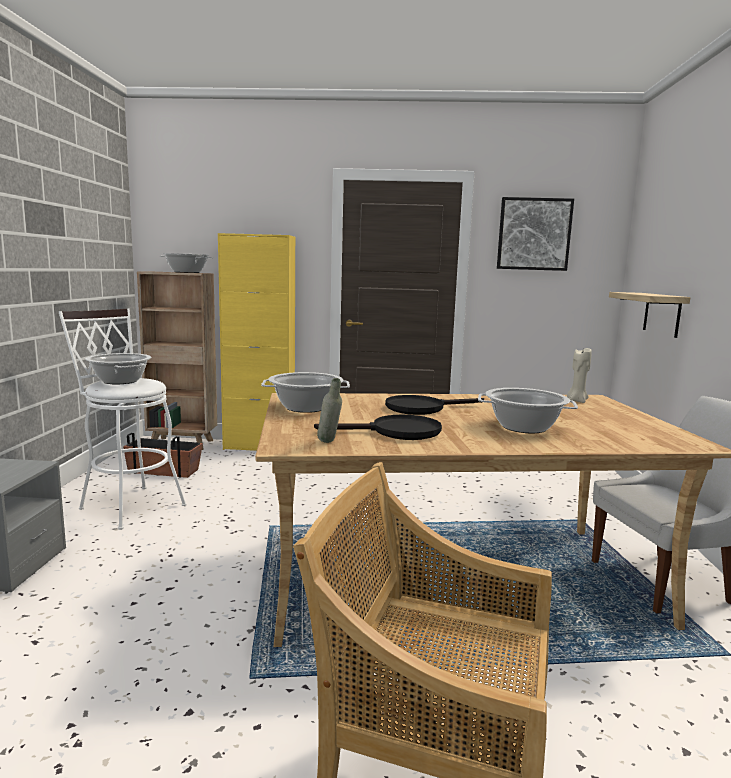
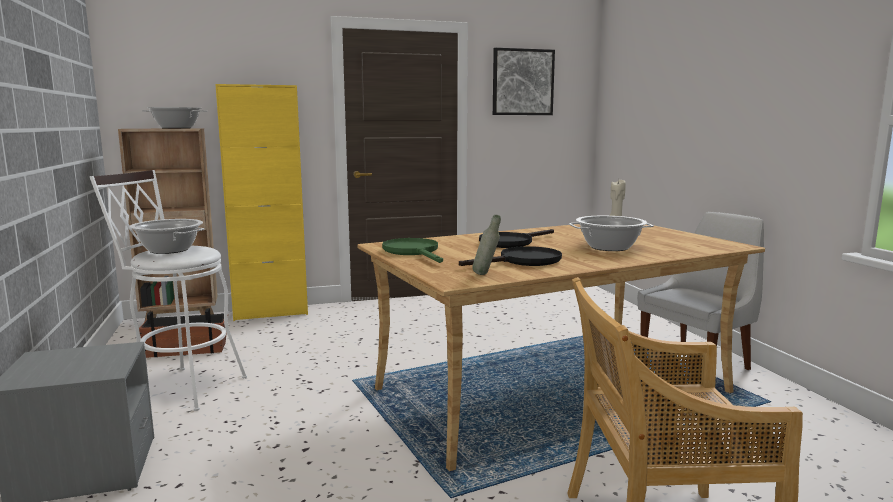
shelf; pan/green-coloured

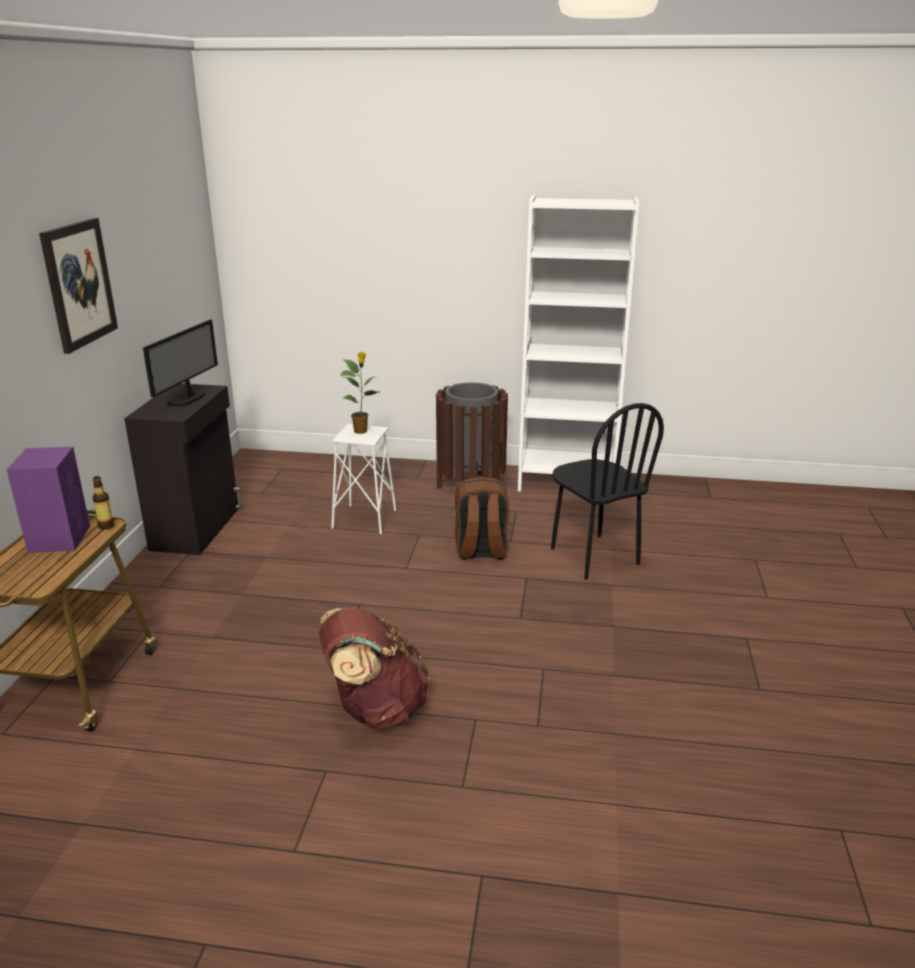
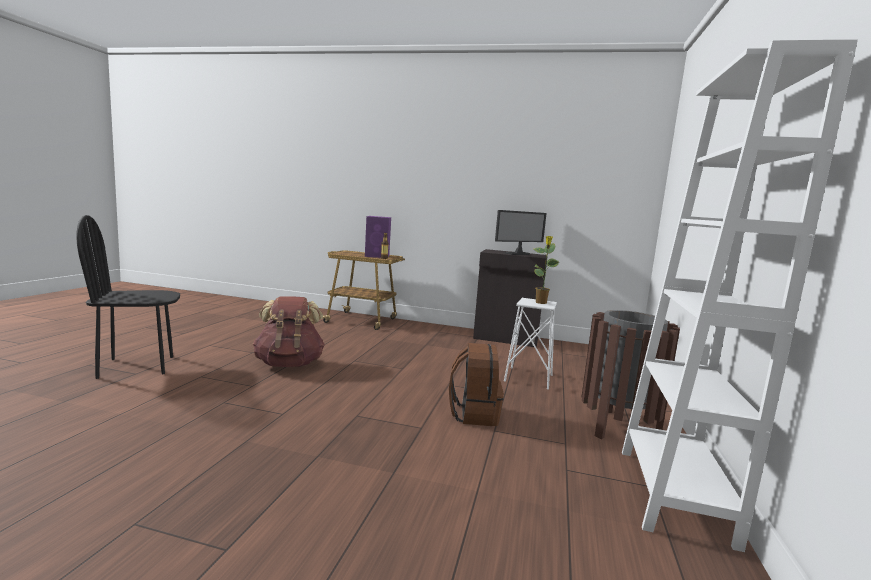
wall picture; computer display; chair/blackish

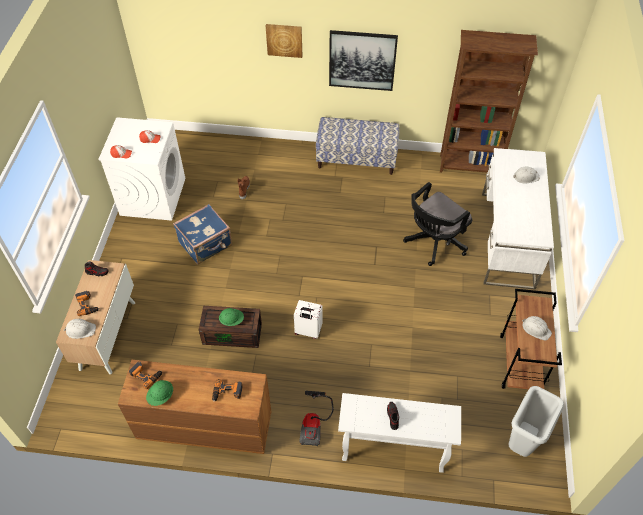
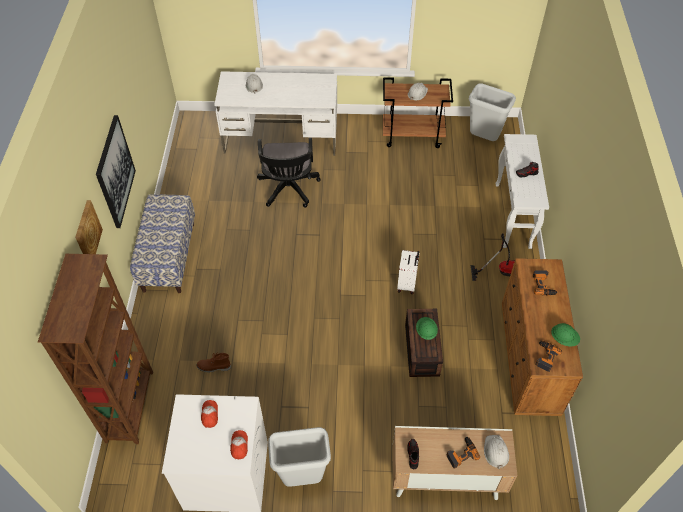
shelving unit/brownish; computer chair/blackish; piece of luggage/blue; rubbish bin/greyish (no. 1 from left)

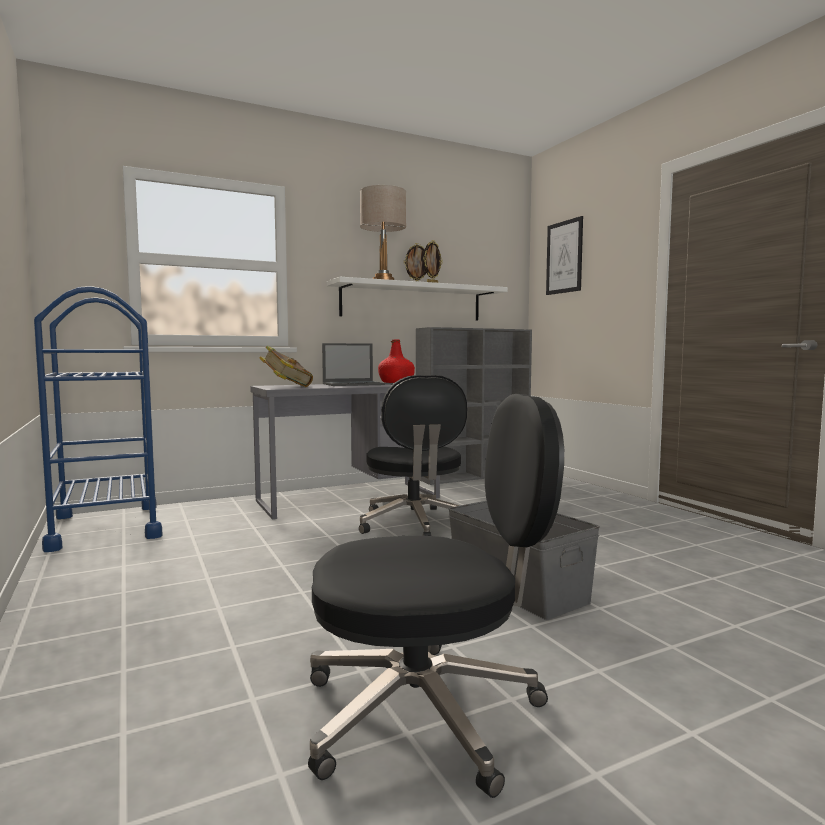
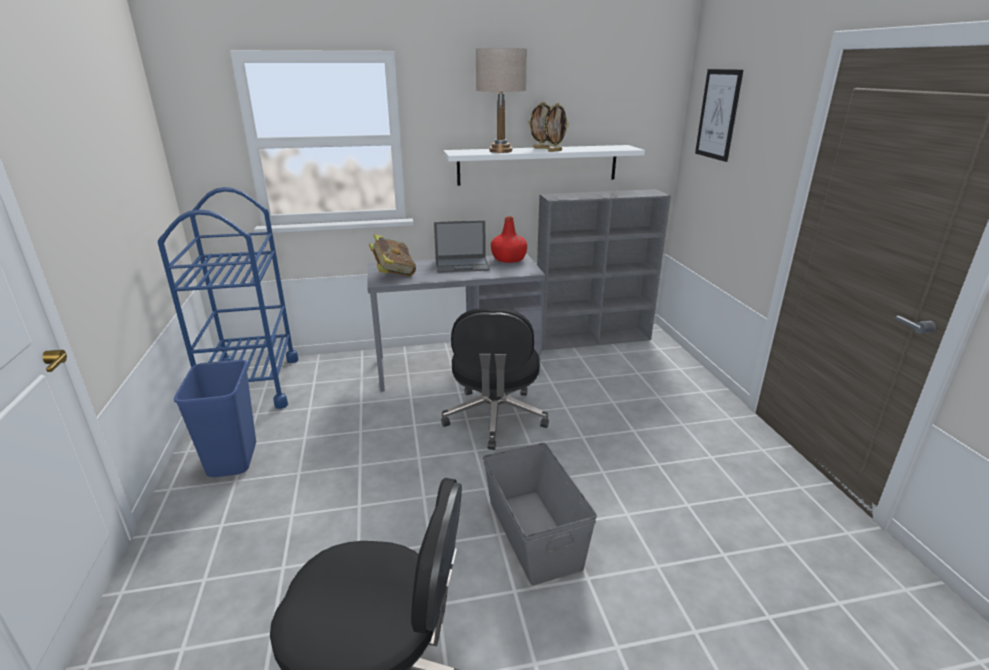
rubbish bin/blue

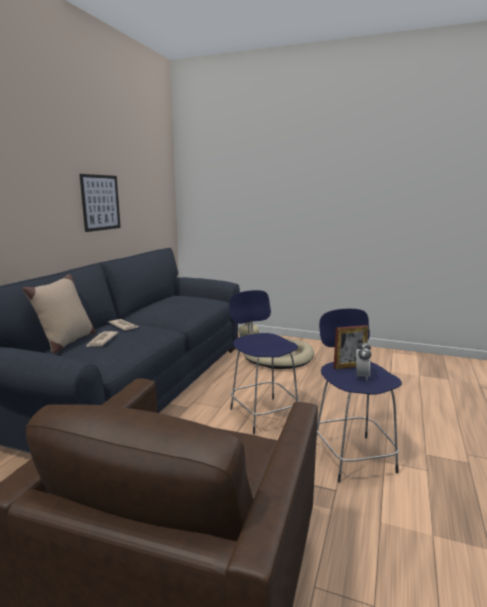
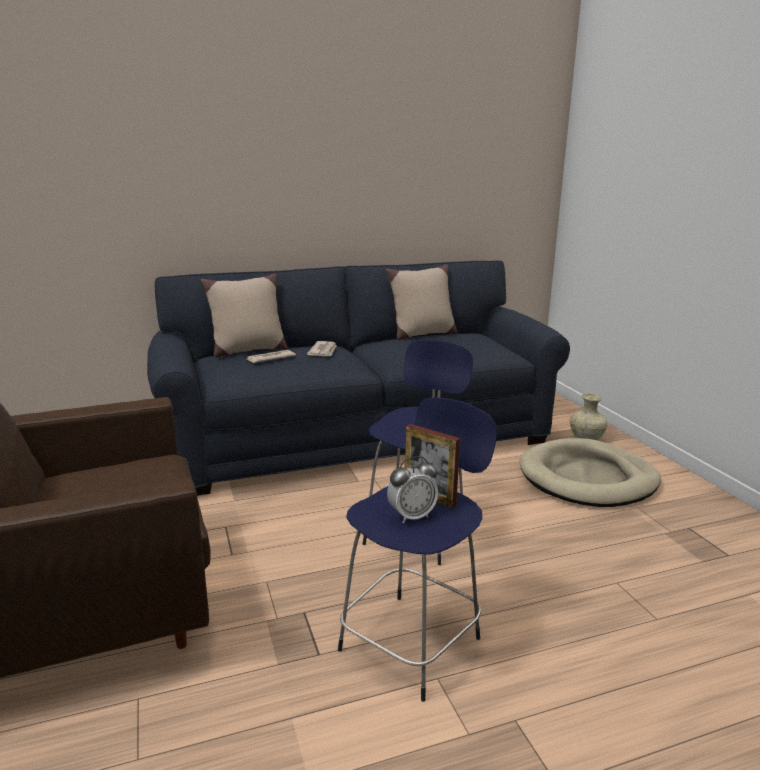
wall picture; throw pillow/beige (no. 2 from left)

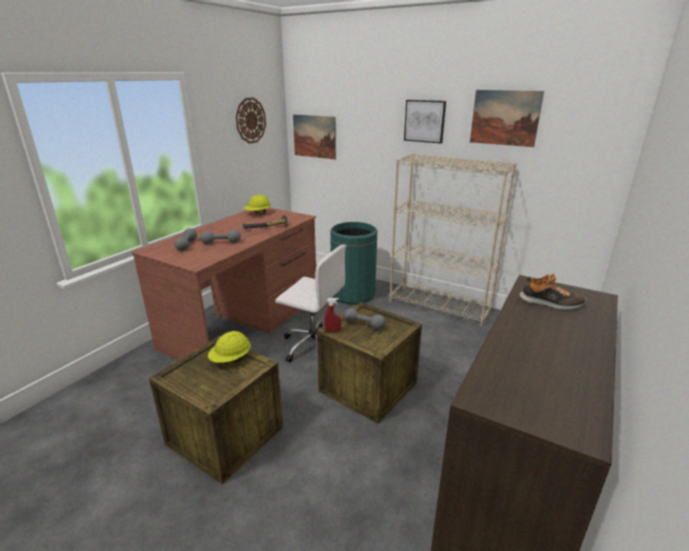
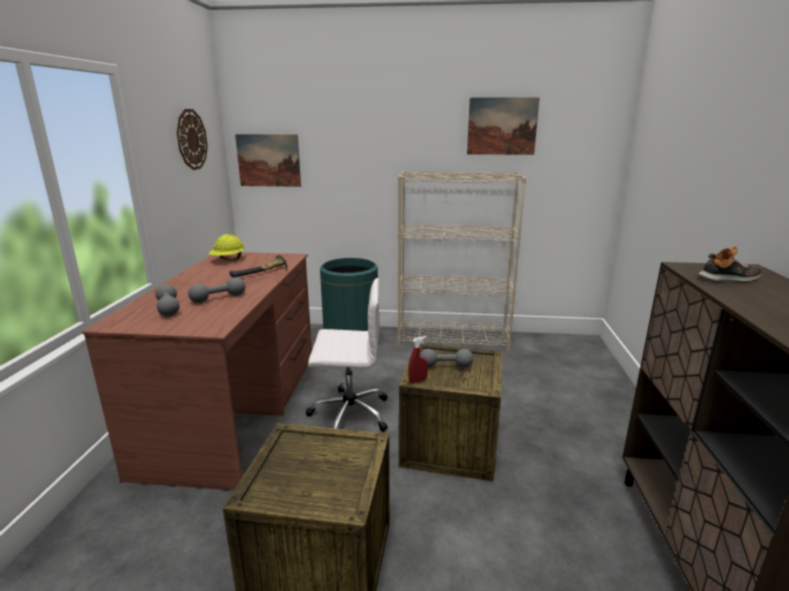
wall picture (no. 2 from left in the first image); safety helmet/yellow-coloured (no. 1 from left in the first image)

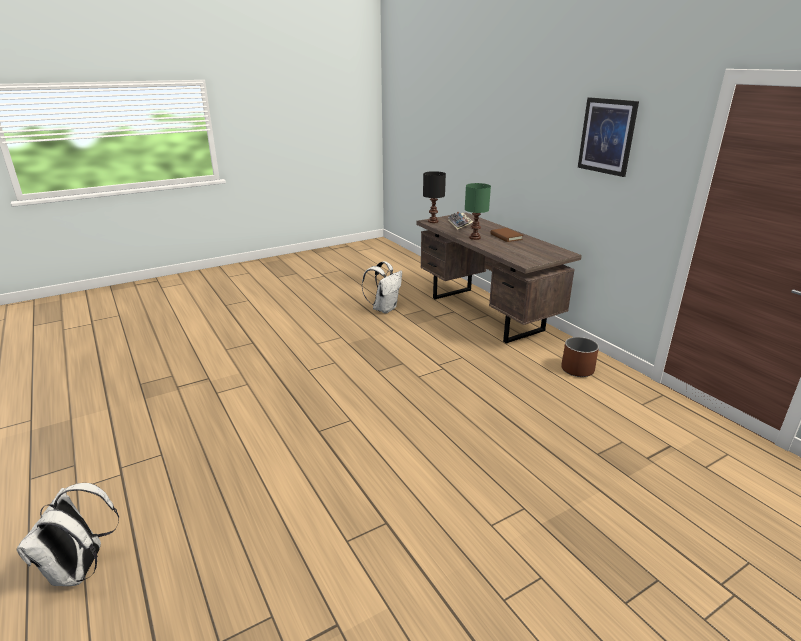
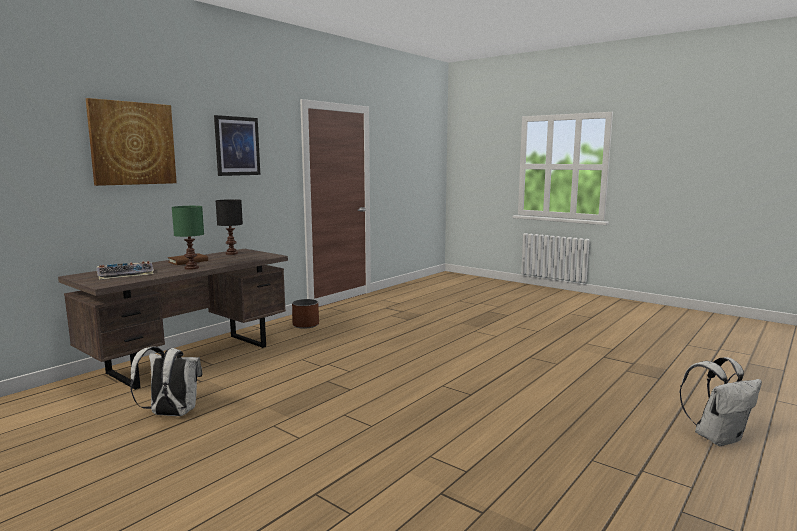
tabletop lamp/blackish; wall picture (no. 1 from left)

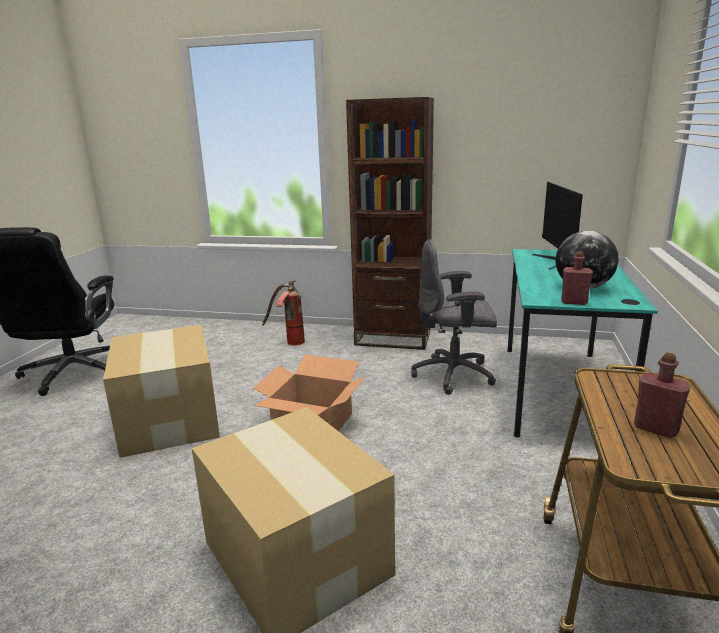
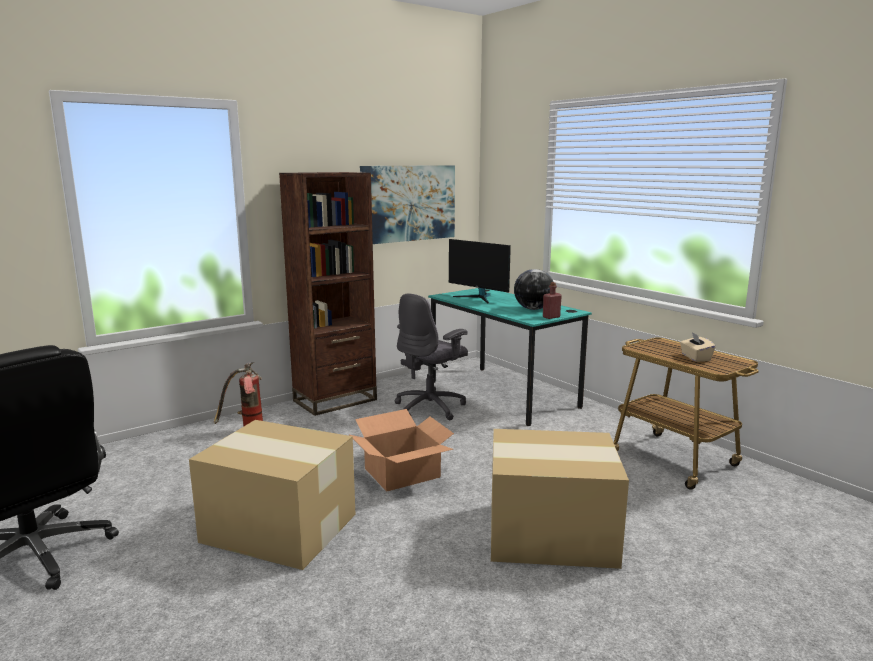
tissue box/beige; wall picture

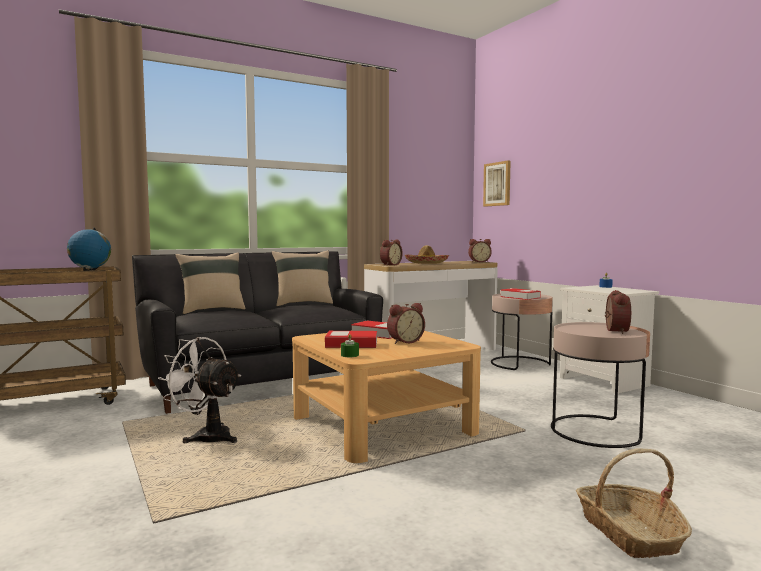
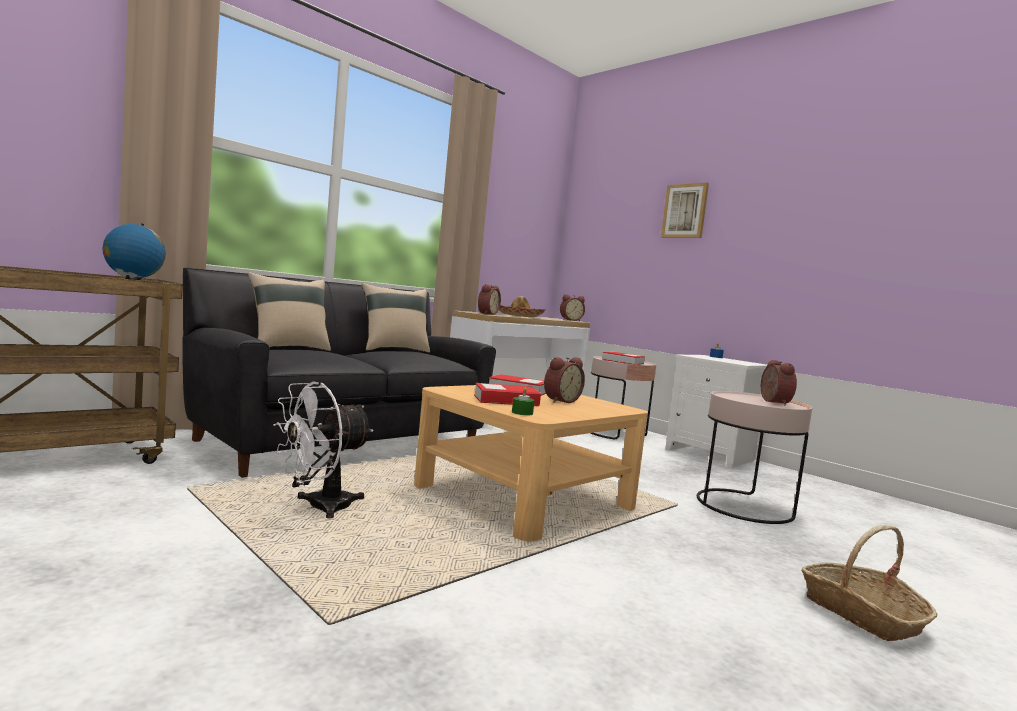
wall picture; fan/white

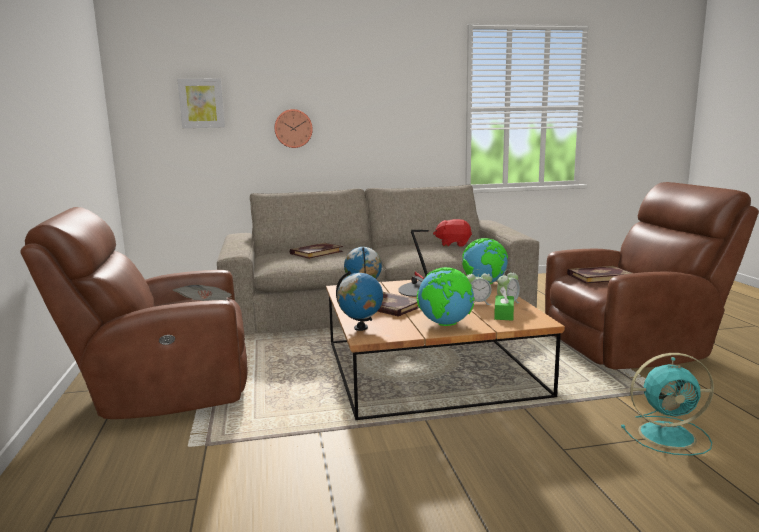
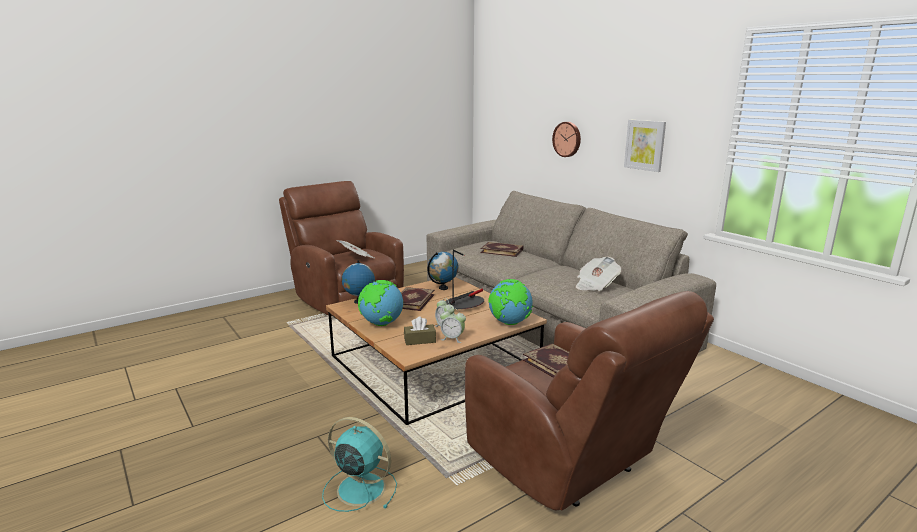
wall picture; newspaper (no. 2 from left); tissue box/brownish; fan/turquoise-coloured

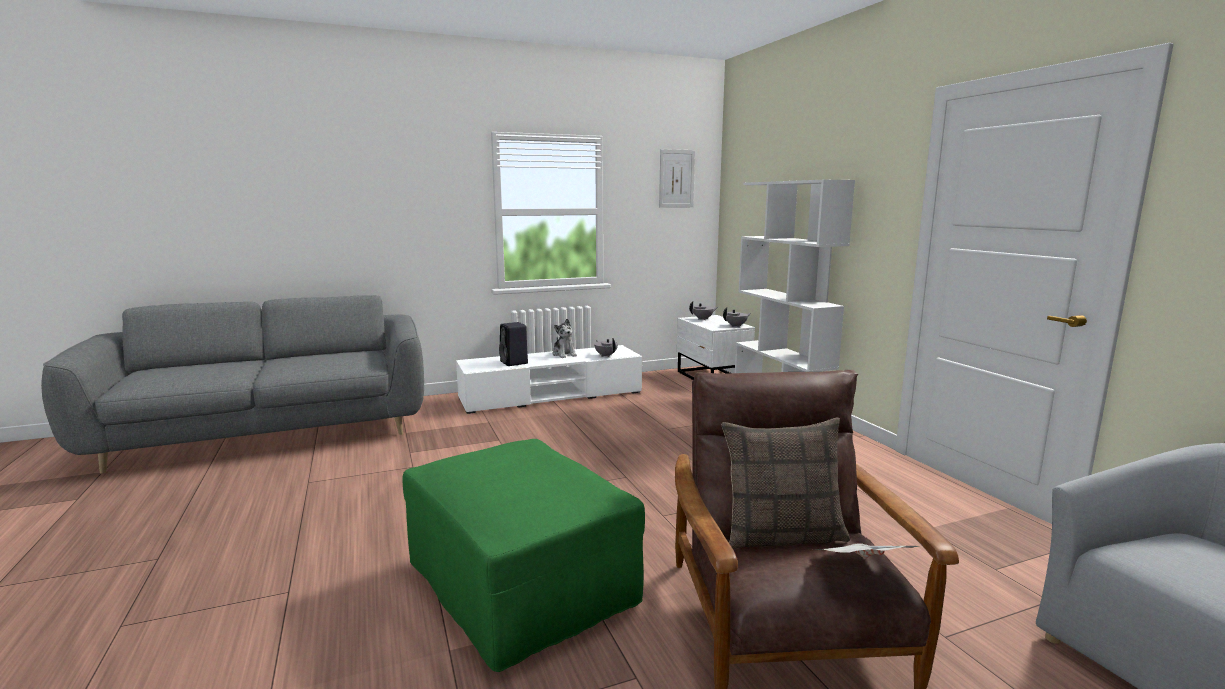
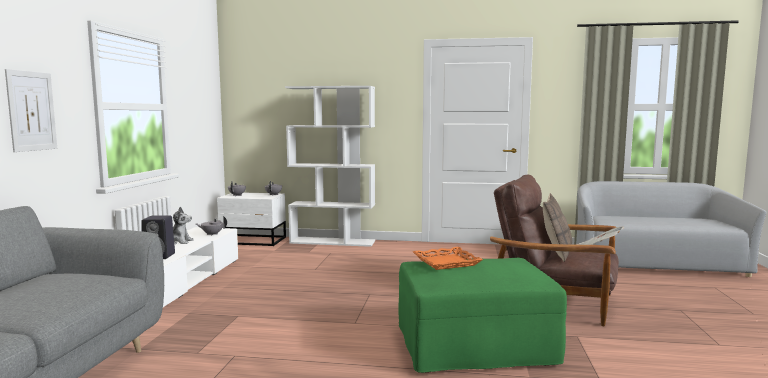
wall picture; serving tray/orangey

